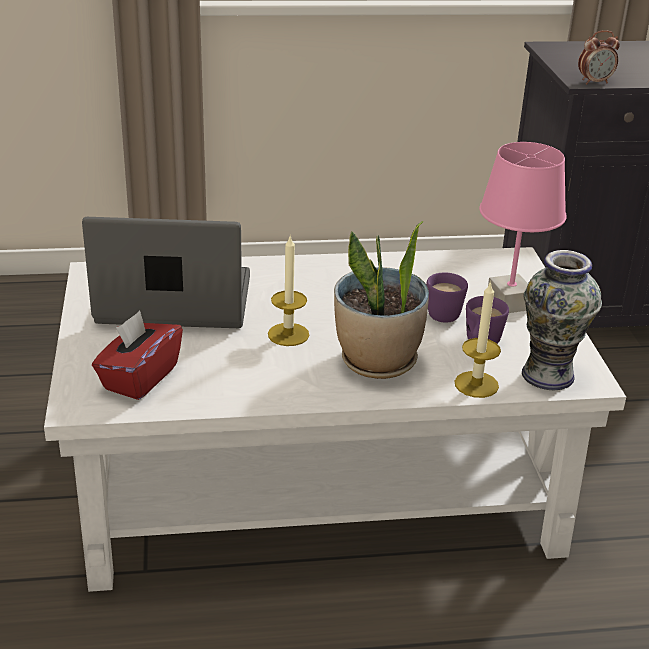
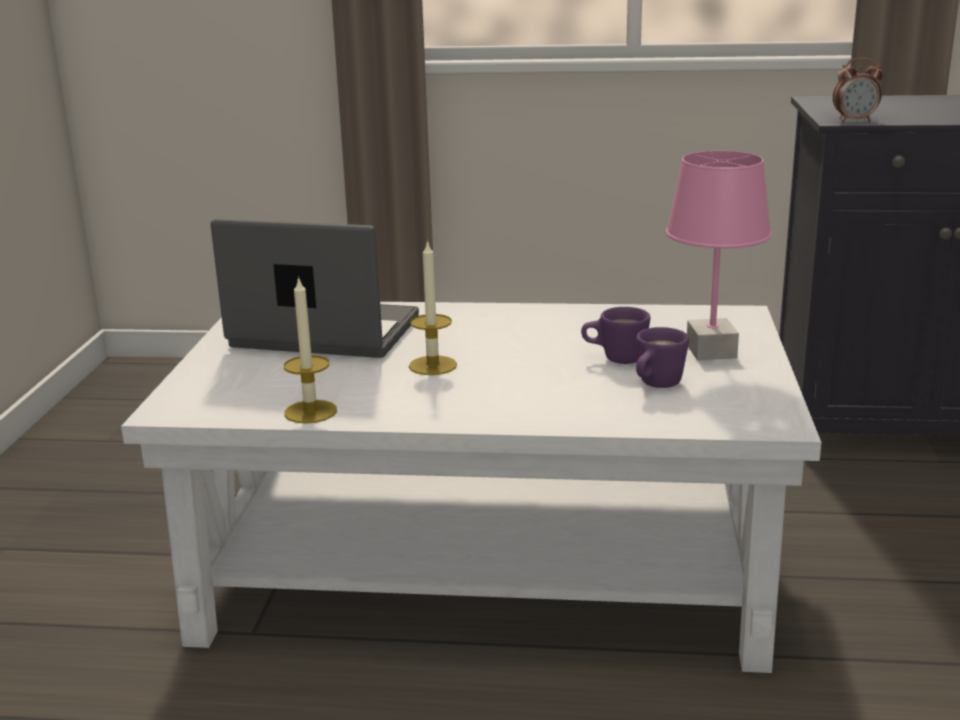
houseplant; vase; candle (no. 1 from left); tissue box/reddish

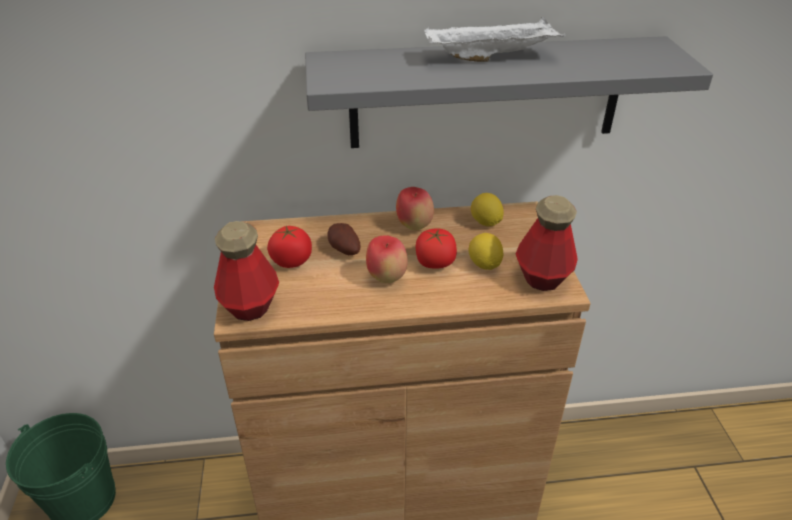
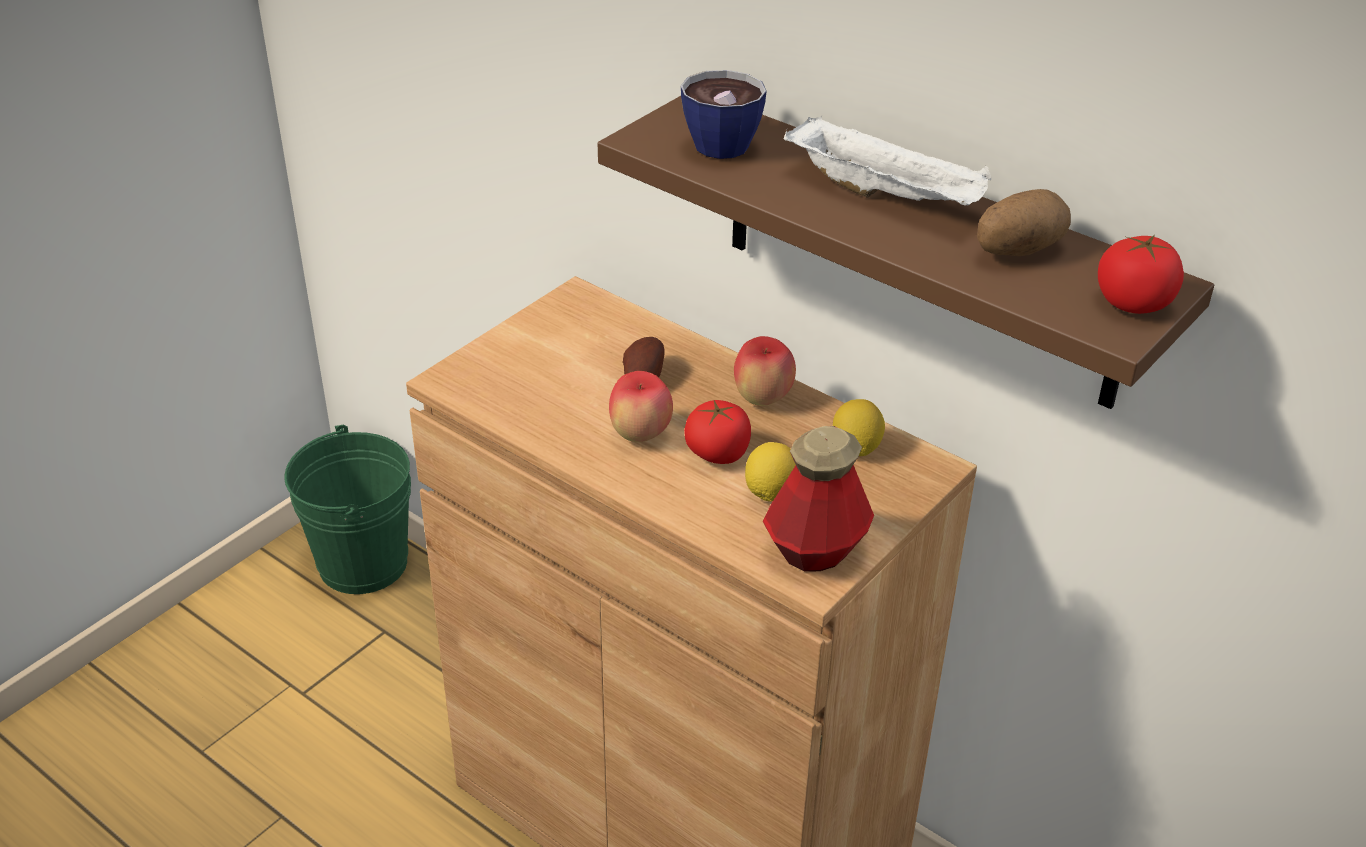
shelf/brownish; bottle (no. 1 from left in the first image); whole tomato (no. 2 from left); small cup; potato (no. 2 from left)

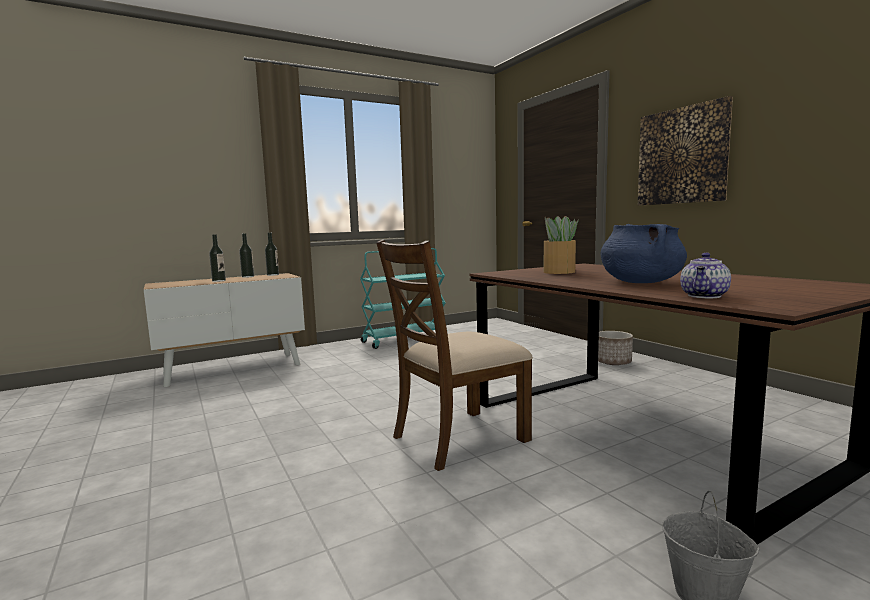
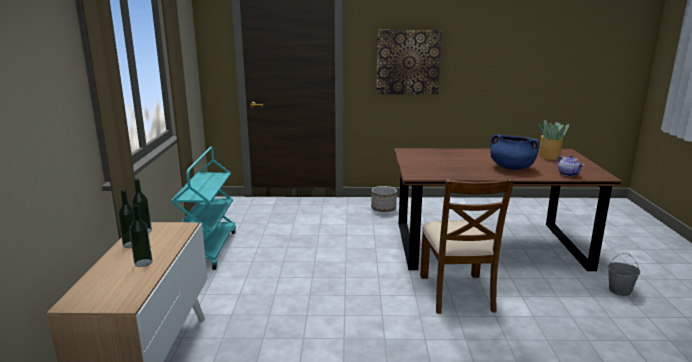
houseplant

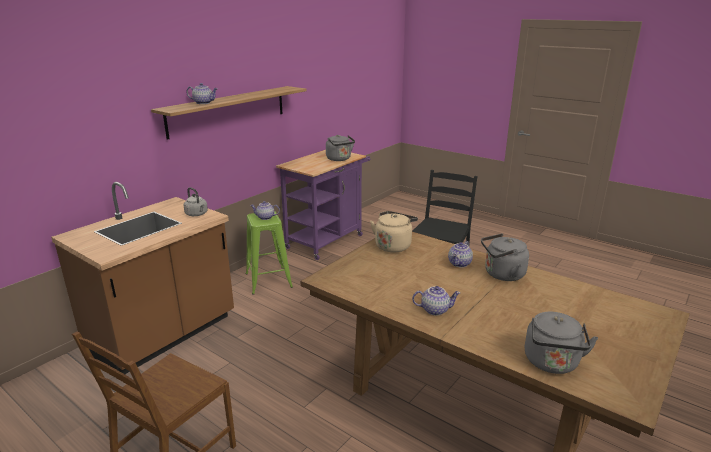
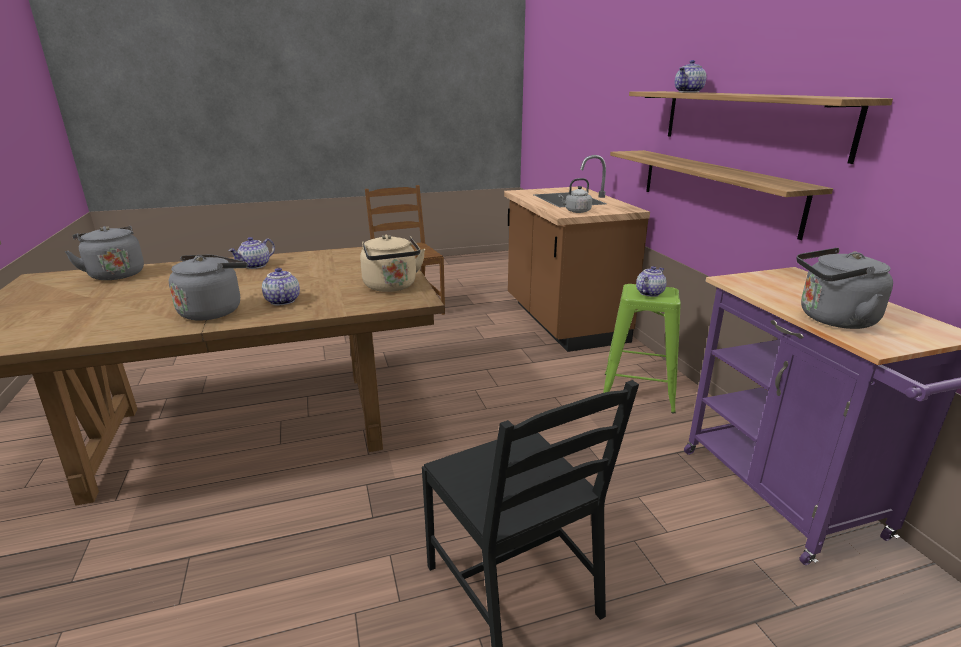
shelf (no. 1 from left)

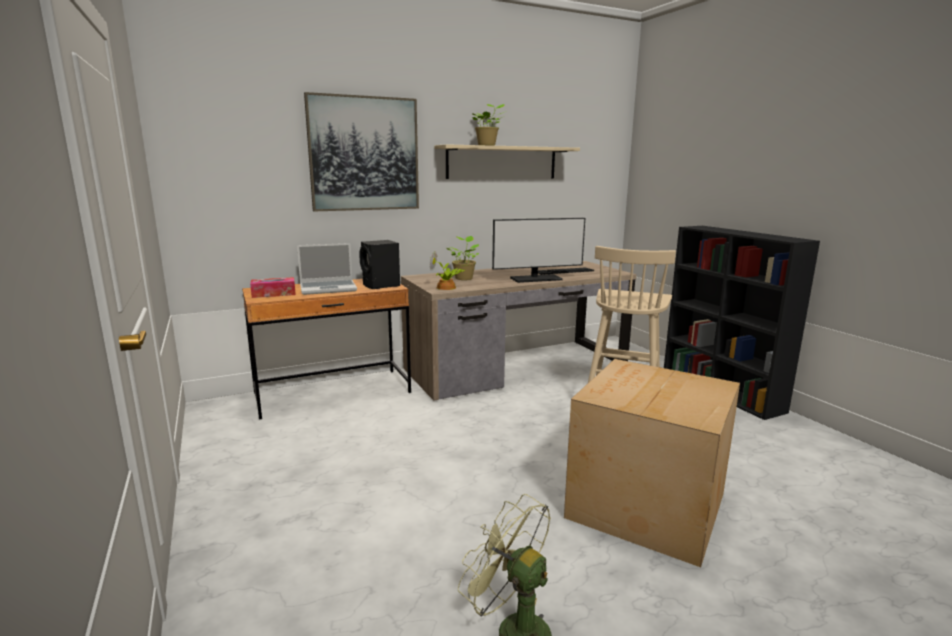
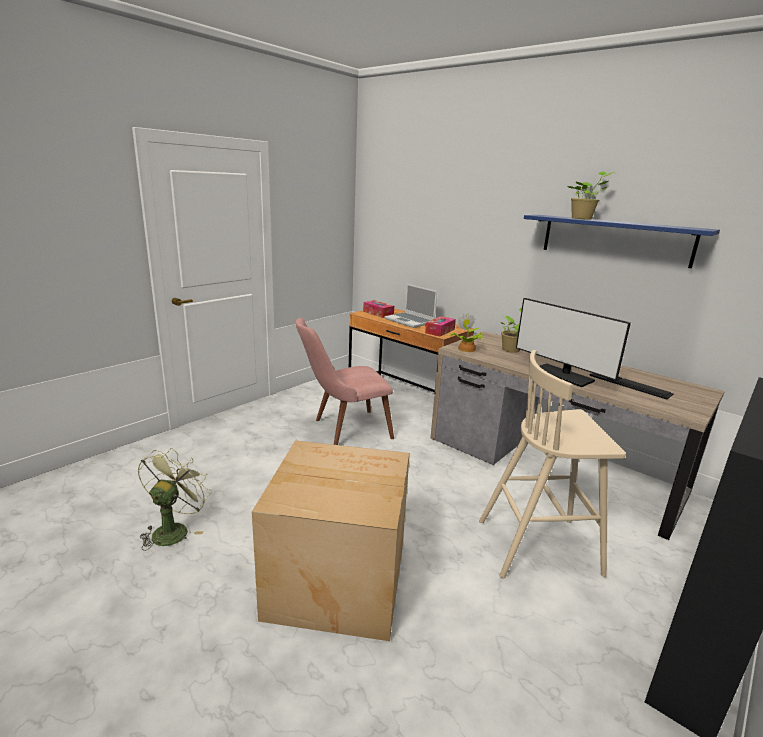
wall picture; shelf/blue; tissue box (no. 2 from left); chair/pinkish

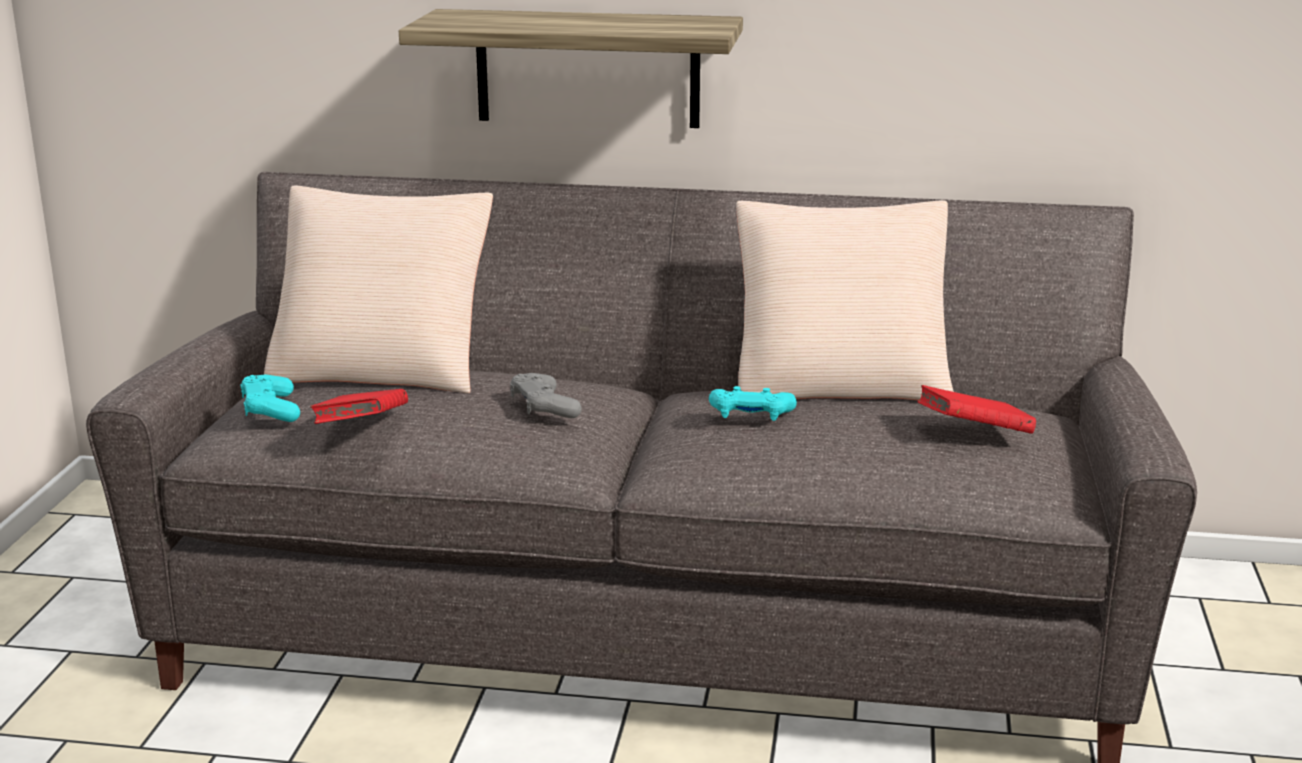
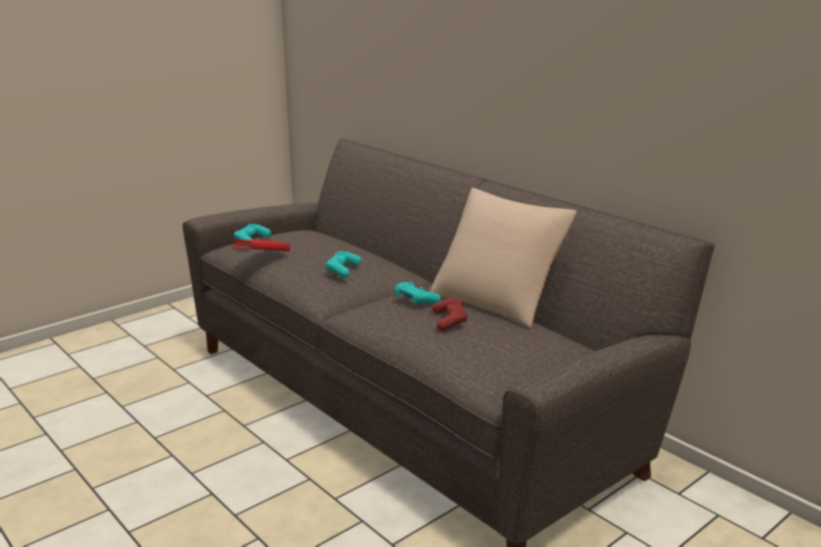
shelf; throw pillow/beige (no. 1 from left in the first image); gamepad/turquoise-coloured (no. 2 from left); volume/reddish (no. 2 from left in the first image); gamepad/reddish

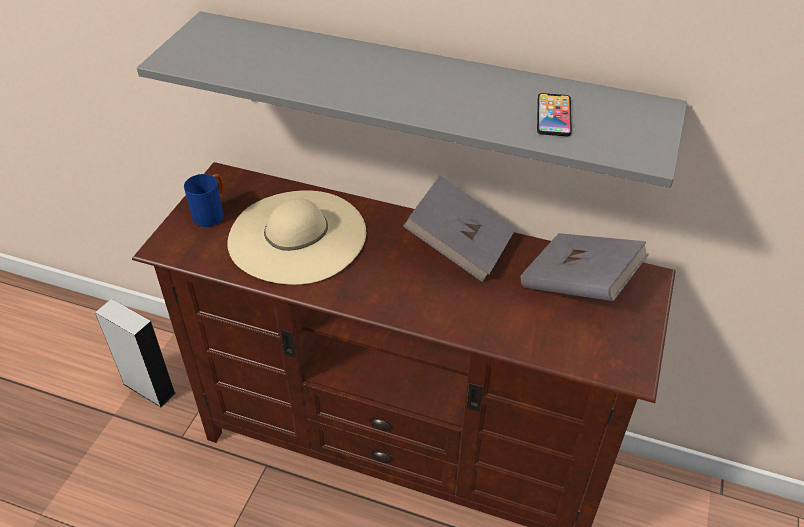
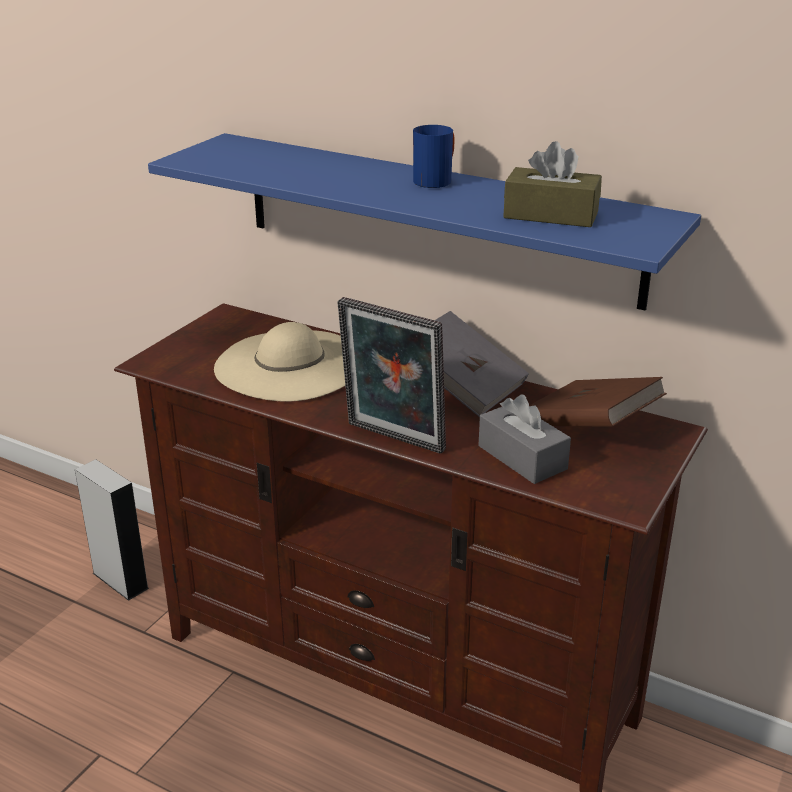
shelf/blue; tissue box/brownish; tea mug/blue; volume/brownish; standing frame; tissue box/greyish

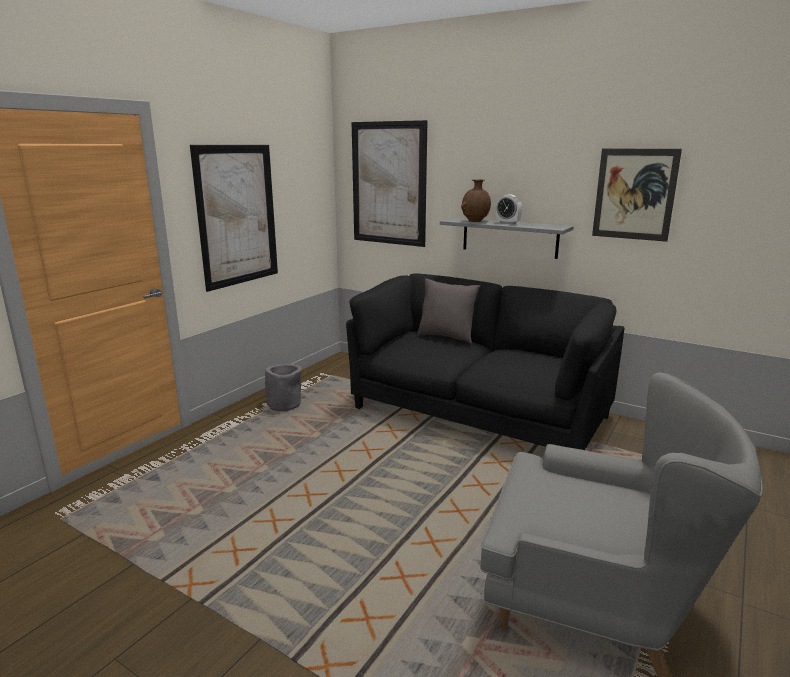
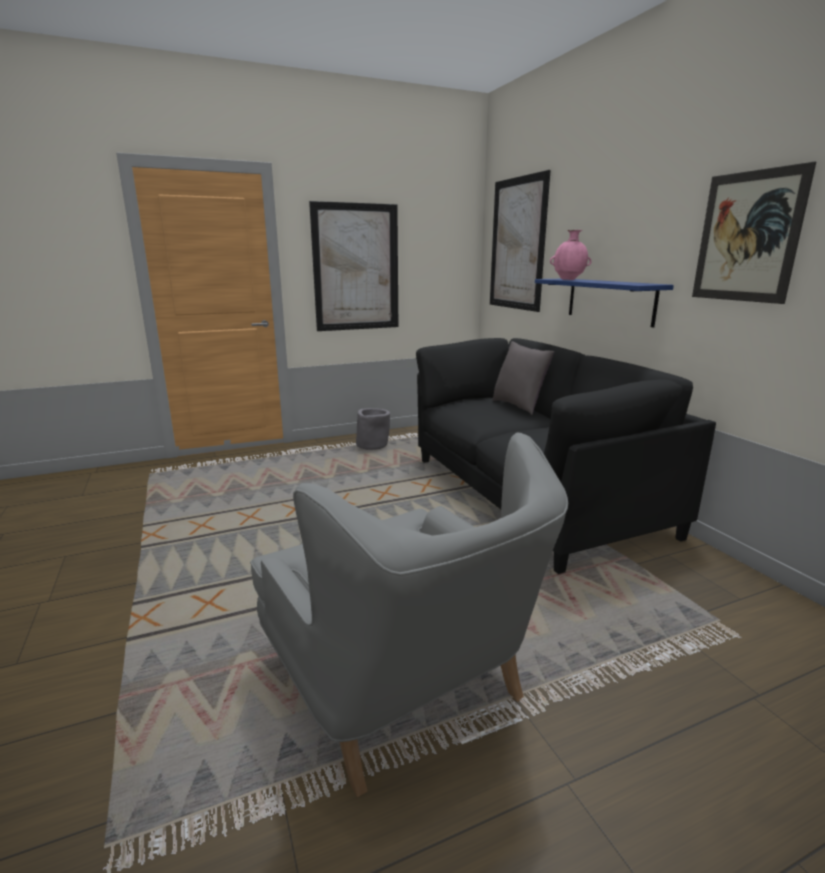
vase/pinkish; table clock; shelf/blue

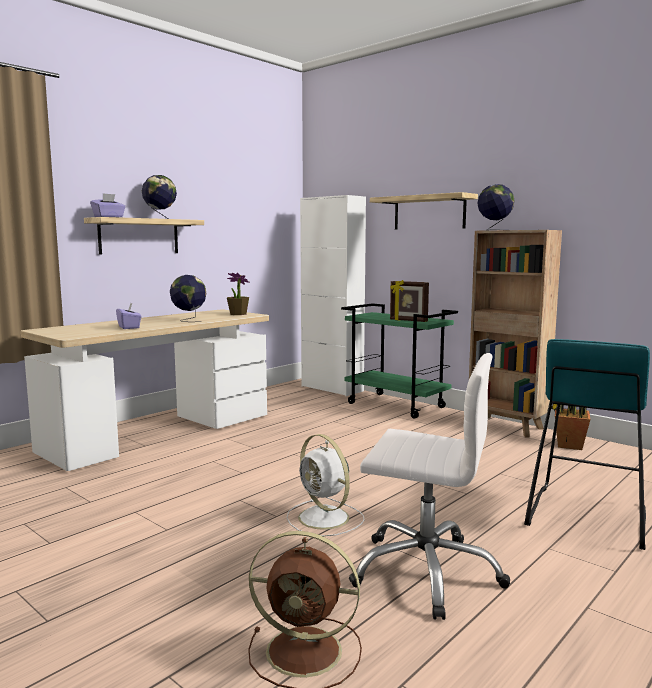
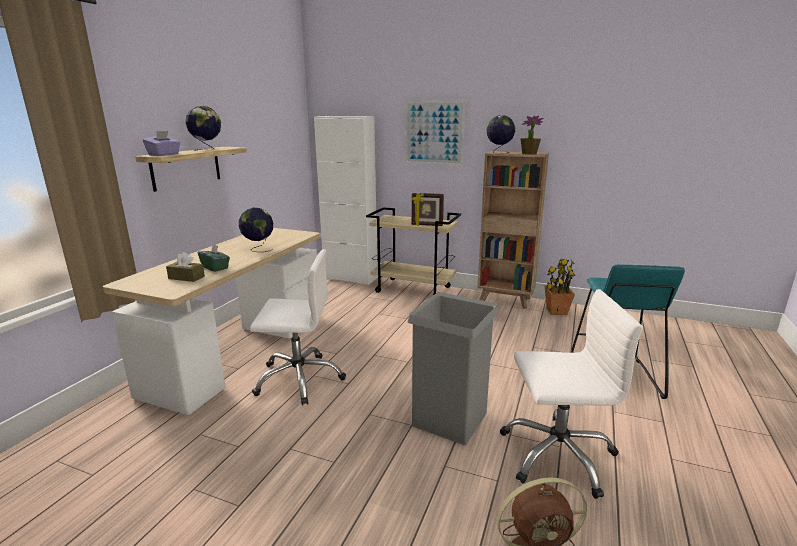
wall picture; houseplant (no. 1 from left); tissue box/green-coloured; trolley/beige; rubbish bin/greyish; computer chair/white (no. 1 from left); tissue box/brownish

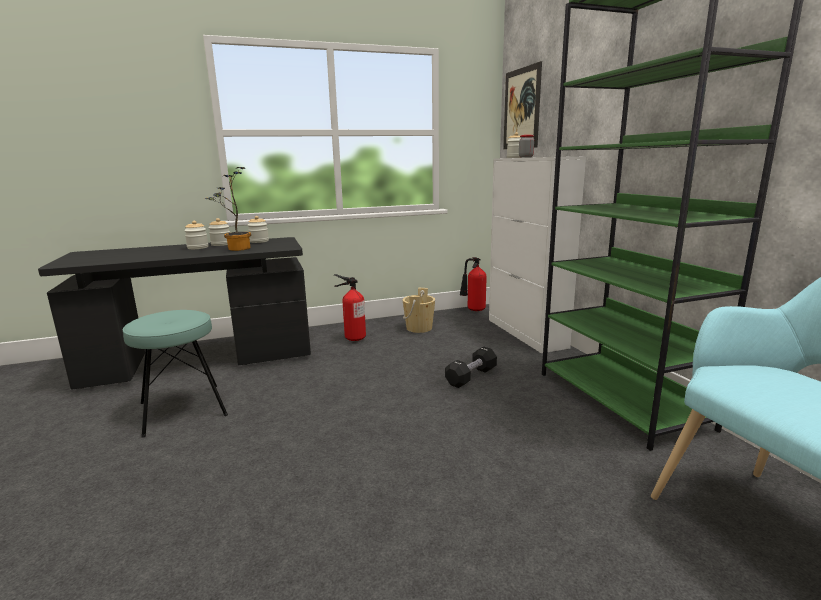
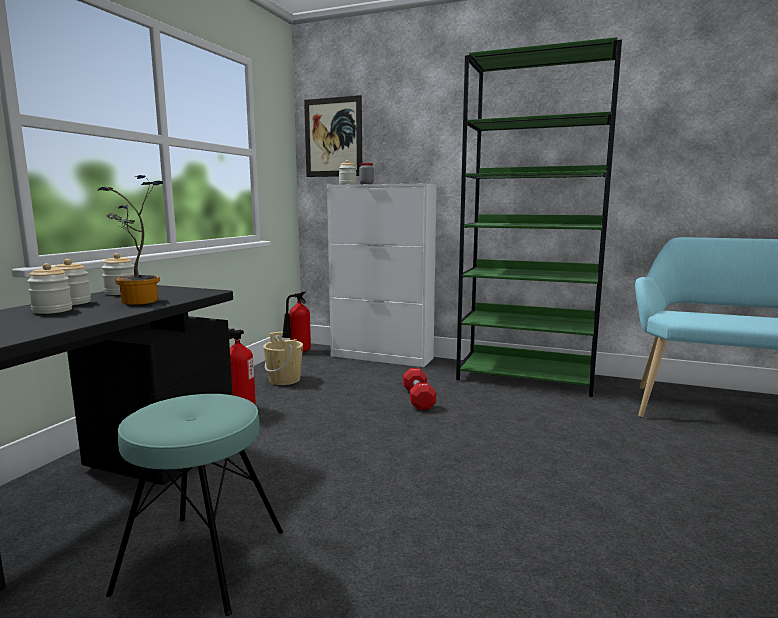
free weight/reddish

